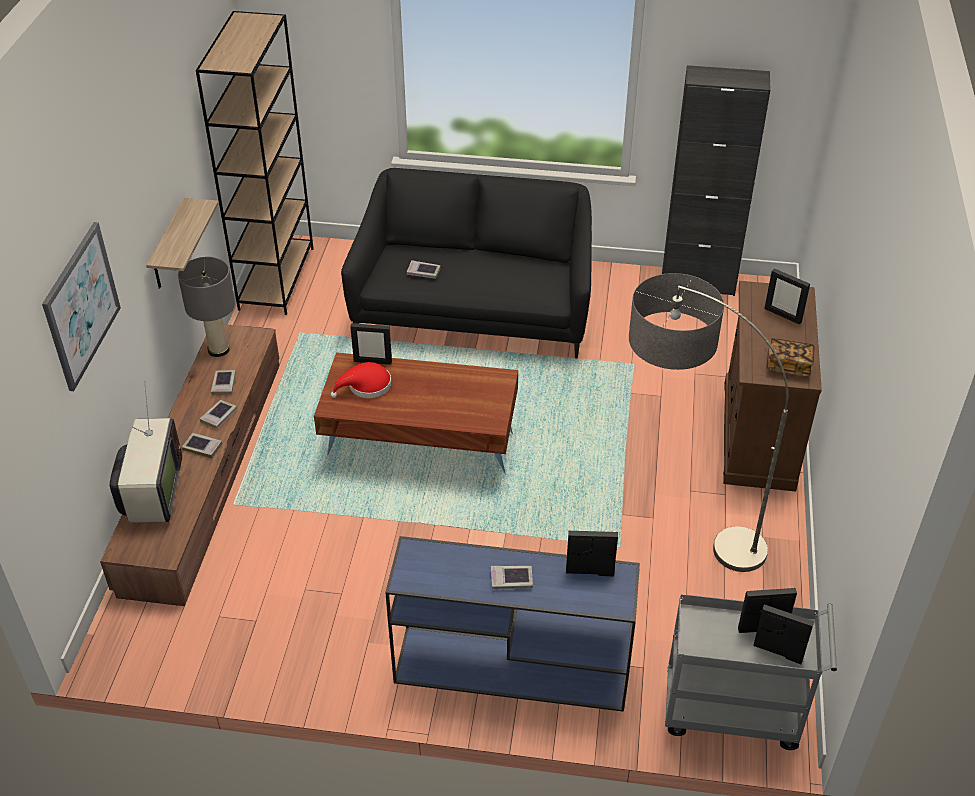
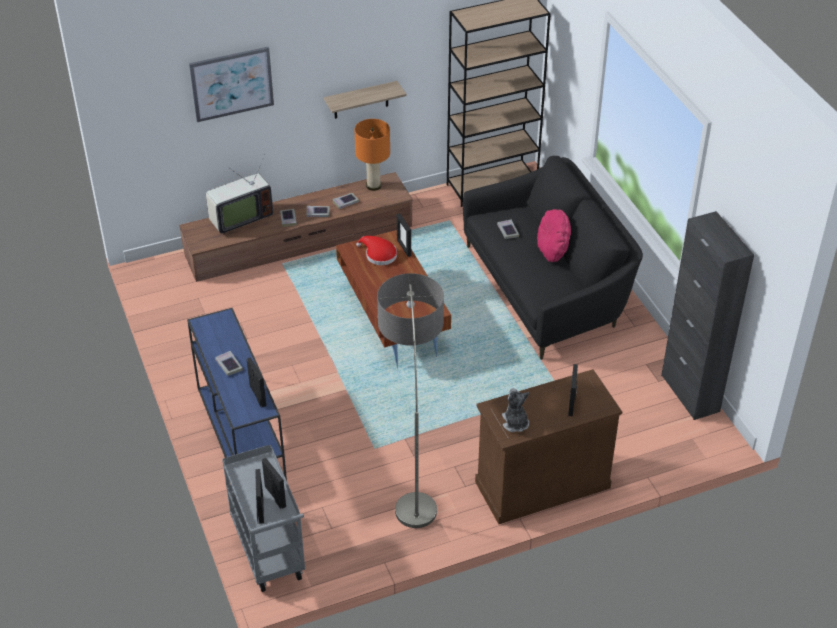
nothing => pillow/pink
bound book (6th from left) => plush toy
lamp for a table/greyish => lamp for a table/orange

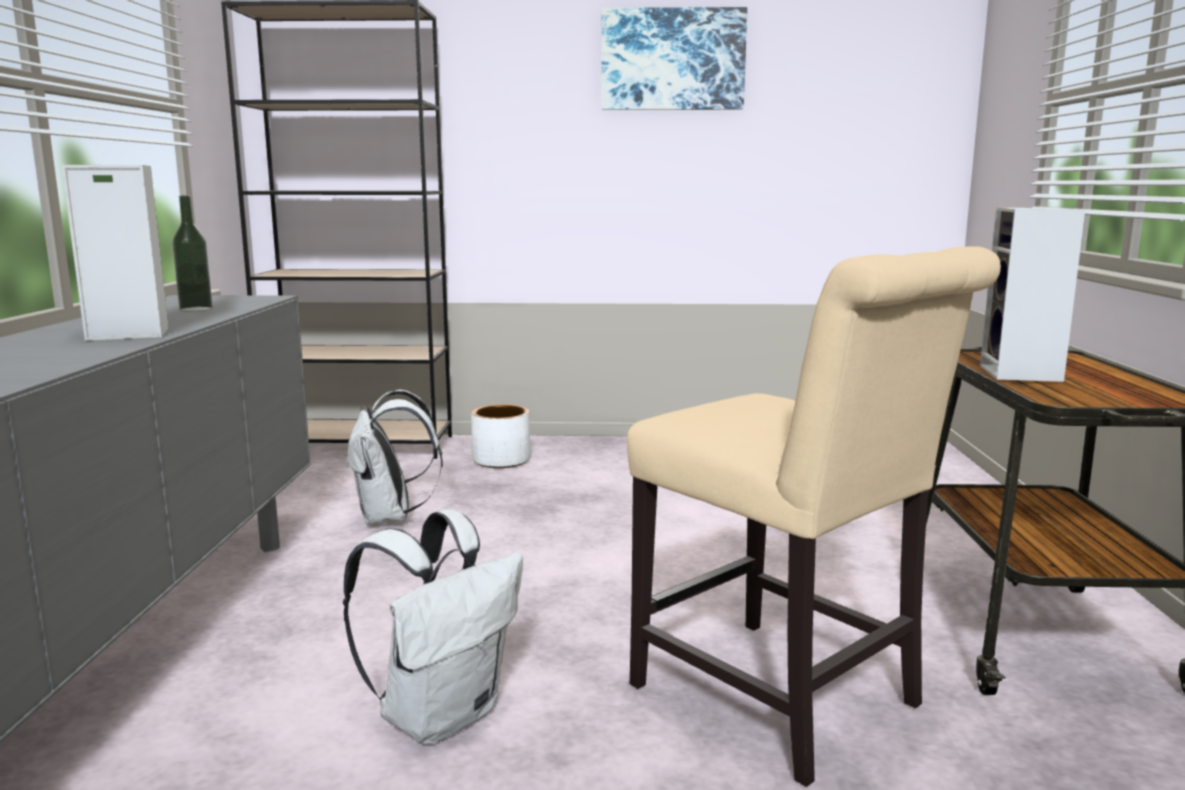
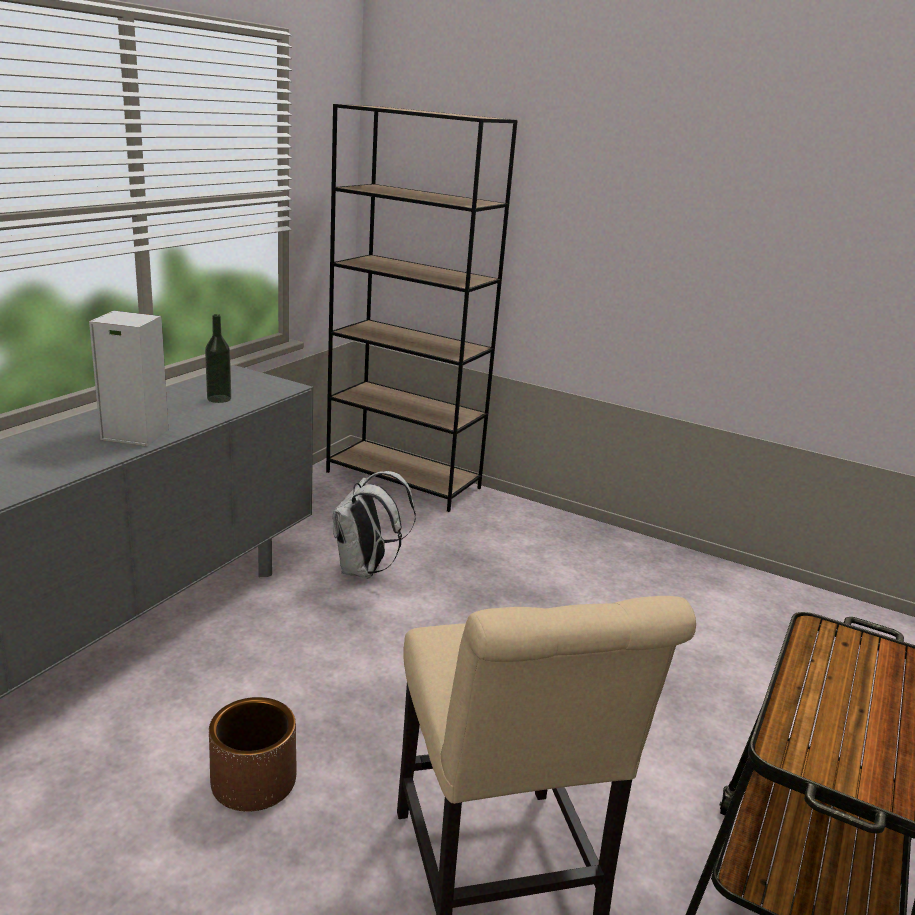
planter/white-coloured => nothing
wall picture => nothing
audio speaker (2nd from left) => nothing
backpack/white-coloured (2nd from left) => planter/brown

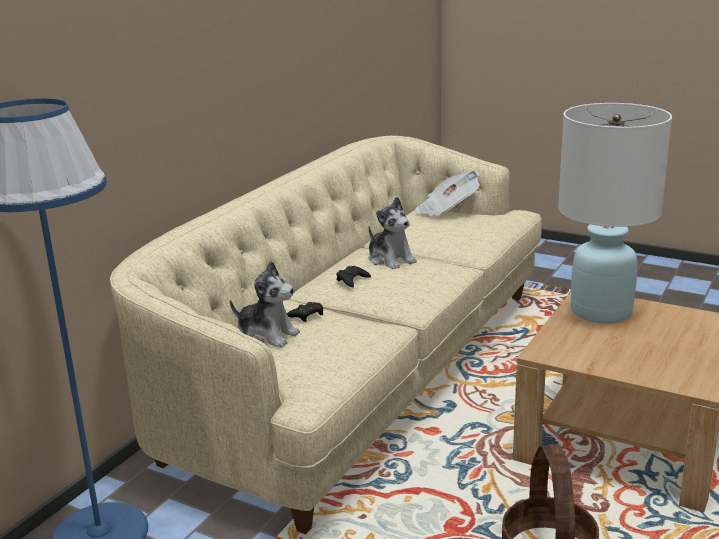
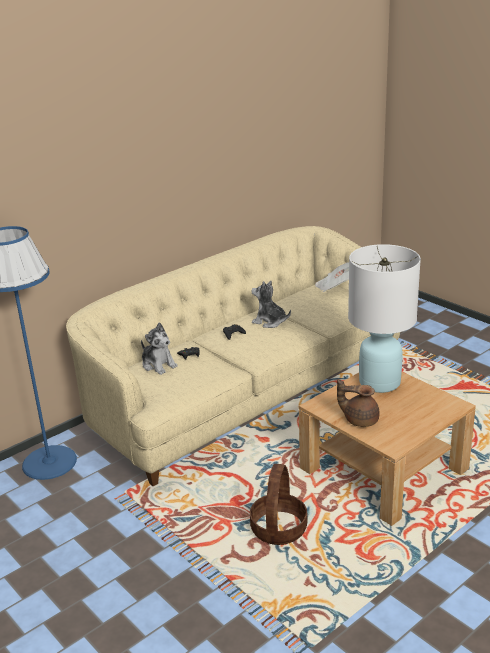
nothing => pot for tea/brown
plush toy (2nd from left), 135 degrees clockwise

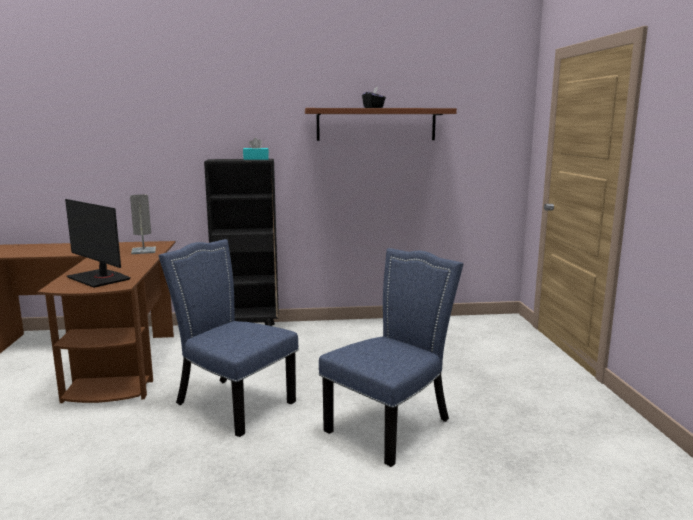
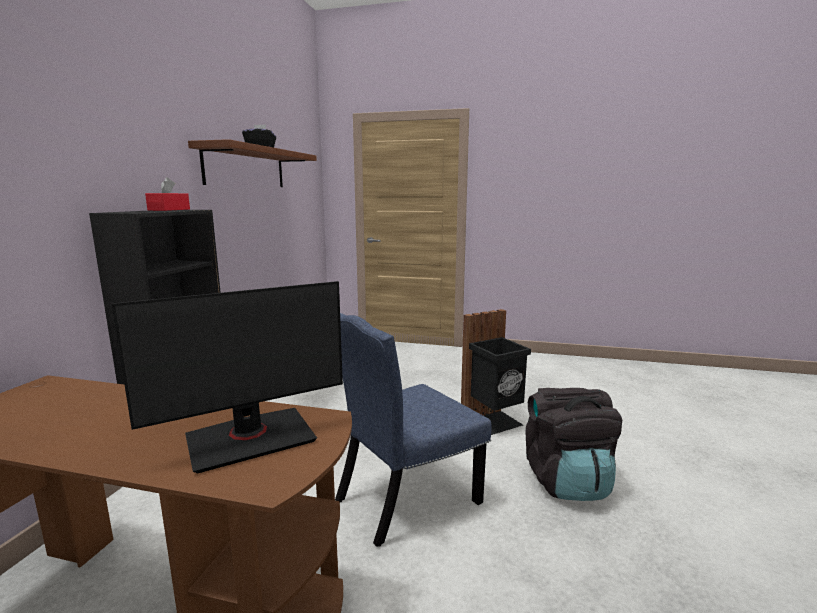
lamp for a table/greyish => nothing
nothing => backpack/black-coloured
plain chair/bluish (2nd from left) => rubbish bin/black-coloured
tissue box/turquoise-coloured => tissue box/red-coloured

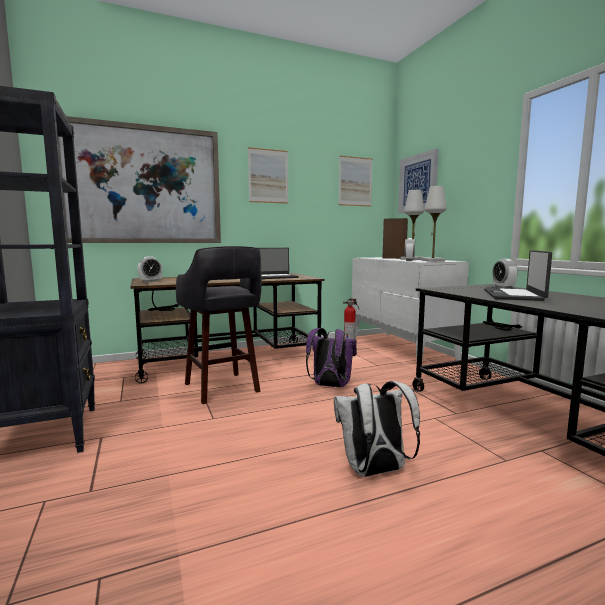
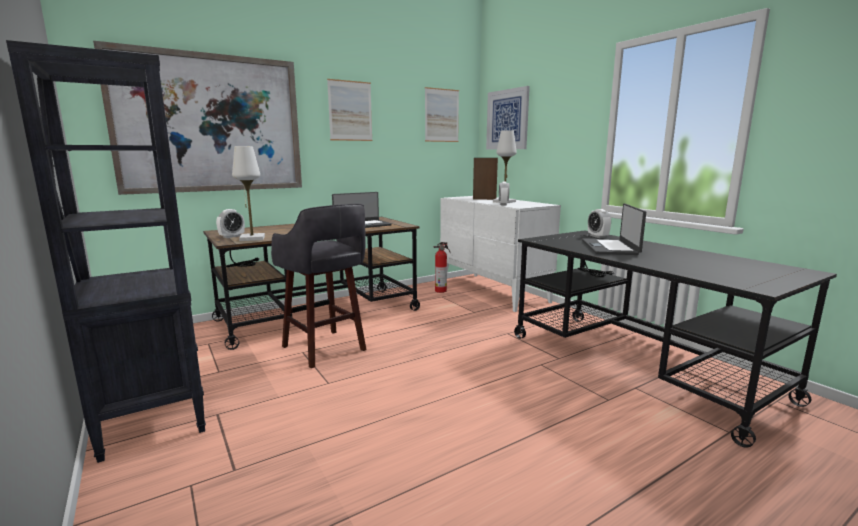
backpack/purple-coloured => nothing
backpack/white-coloured => nothing
lamp for a table/white-coloured (2nd from left in the first image) => lamp for a table/white-coloured (1st from left), moved

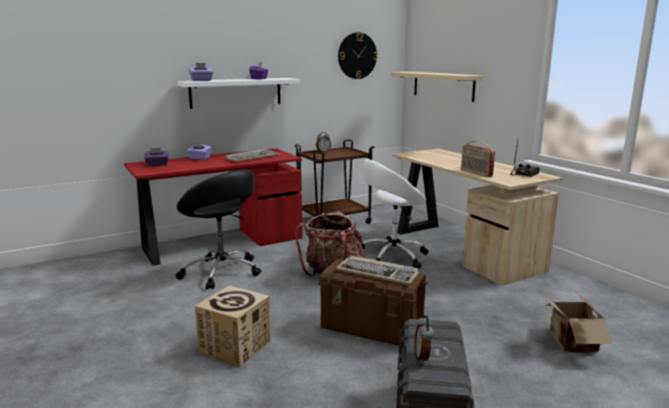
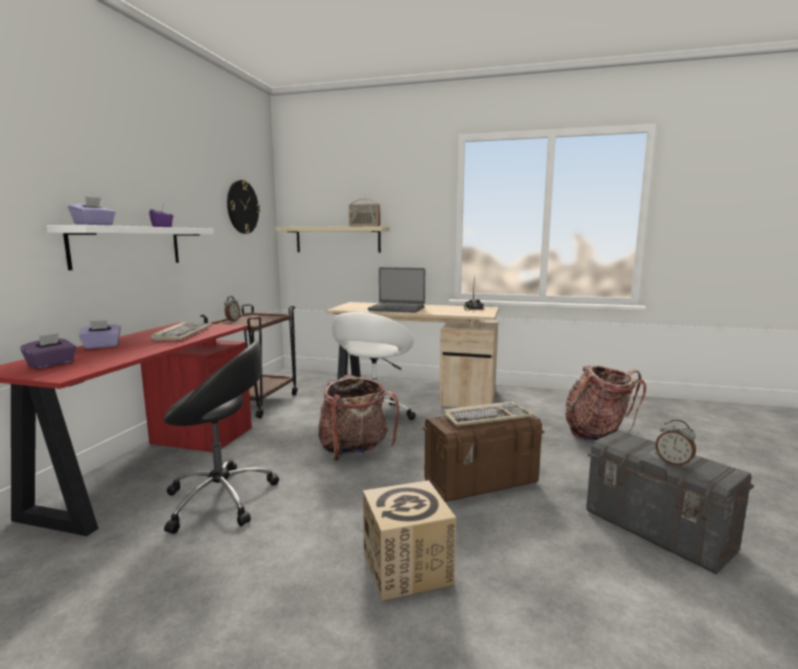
nothing => laptop
radio (1st from left), moved
cardboard box (2nd from left) => backpack (2nd from left)

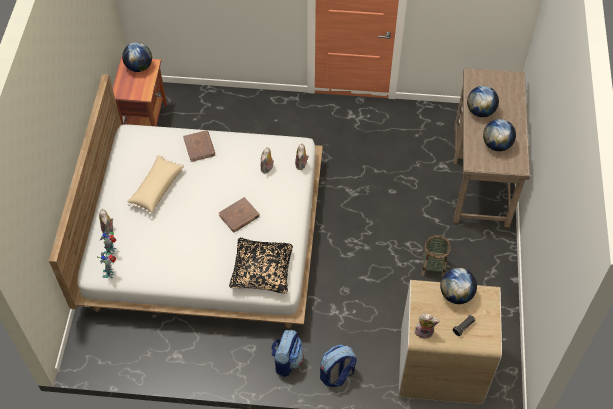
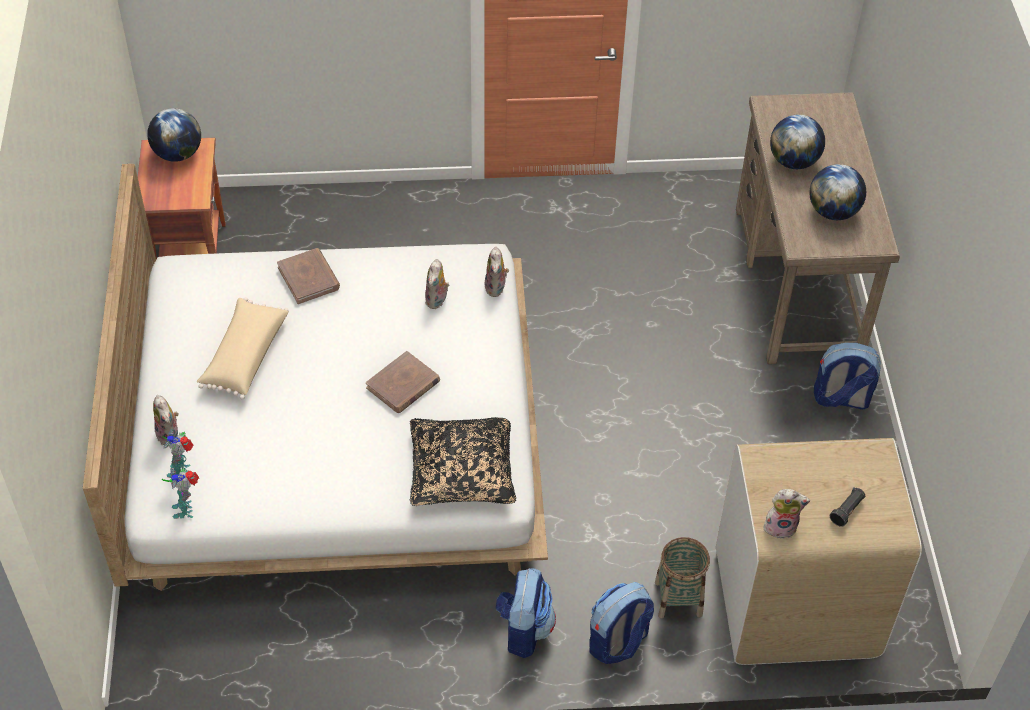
desk globe (2nd from left) => nothing
nothing => backpack (3rd from left)
basket, moved

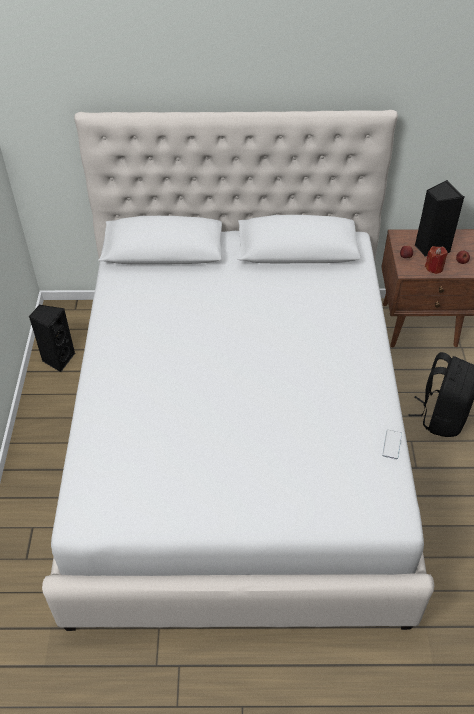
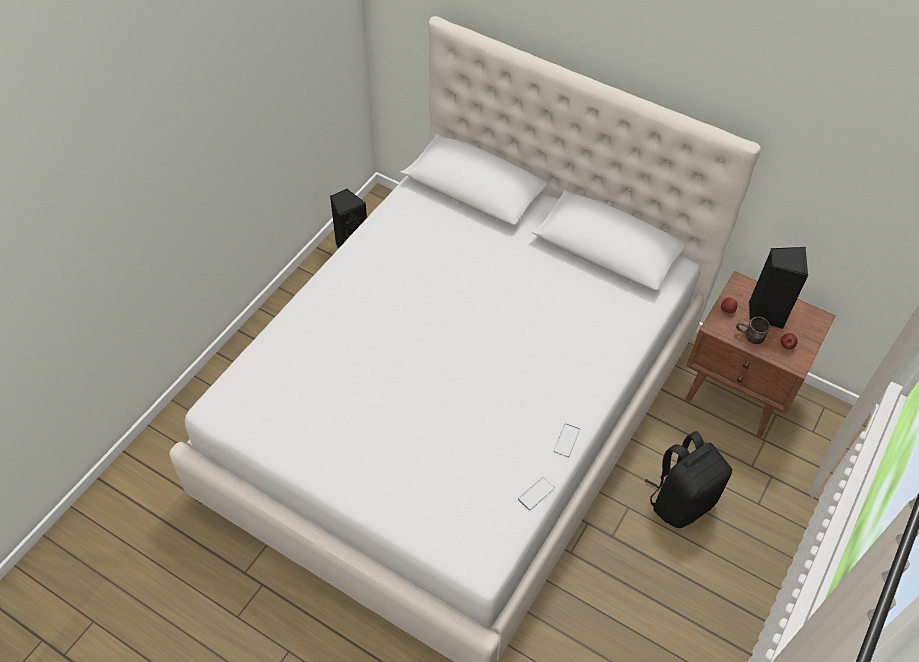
nothing => telephone (2nd from left)
candle/red-coloured => tea mug/brown

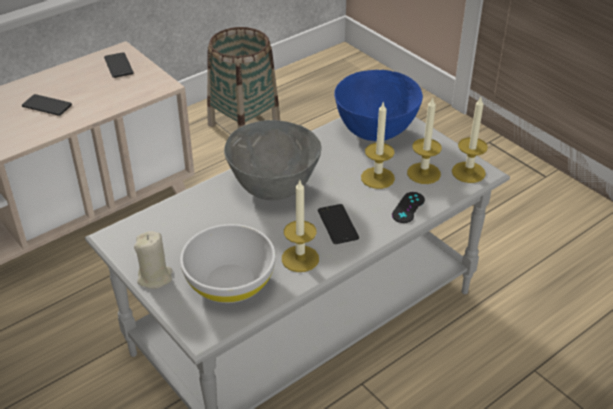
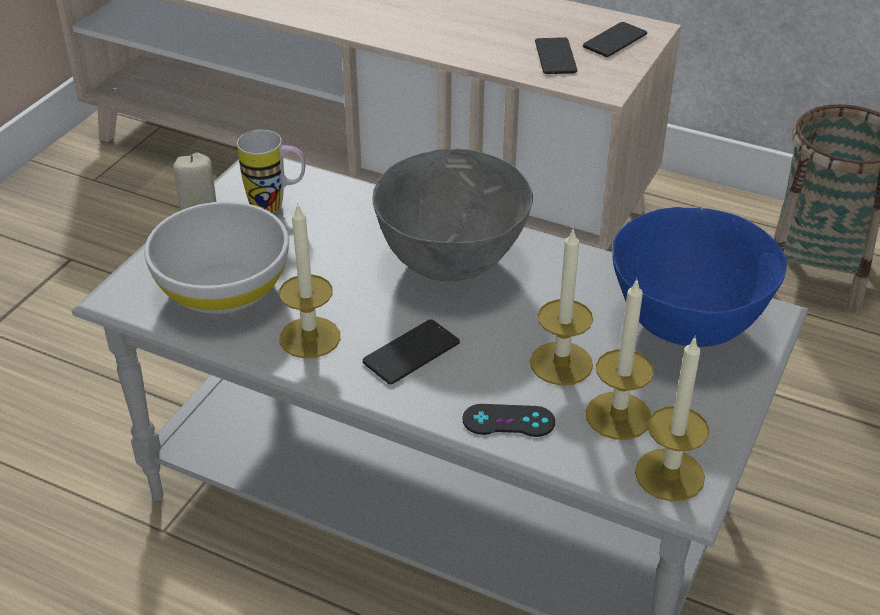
nothing => tea mug
telephone (1st from left in the first image) => telephone (2nd from left), moved

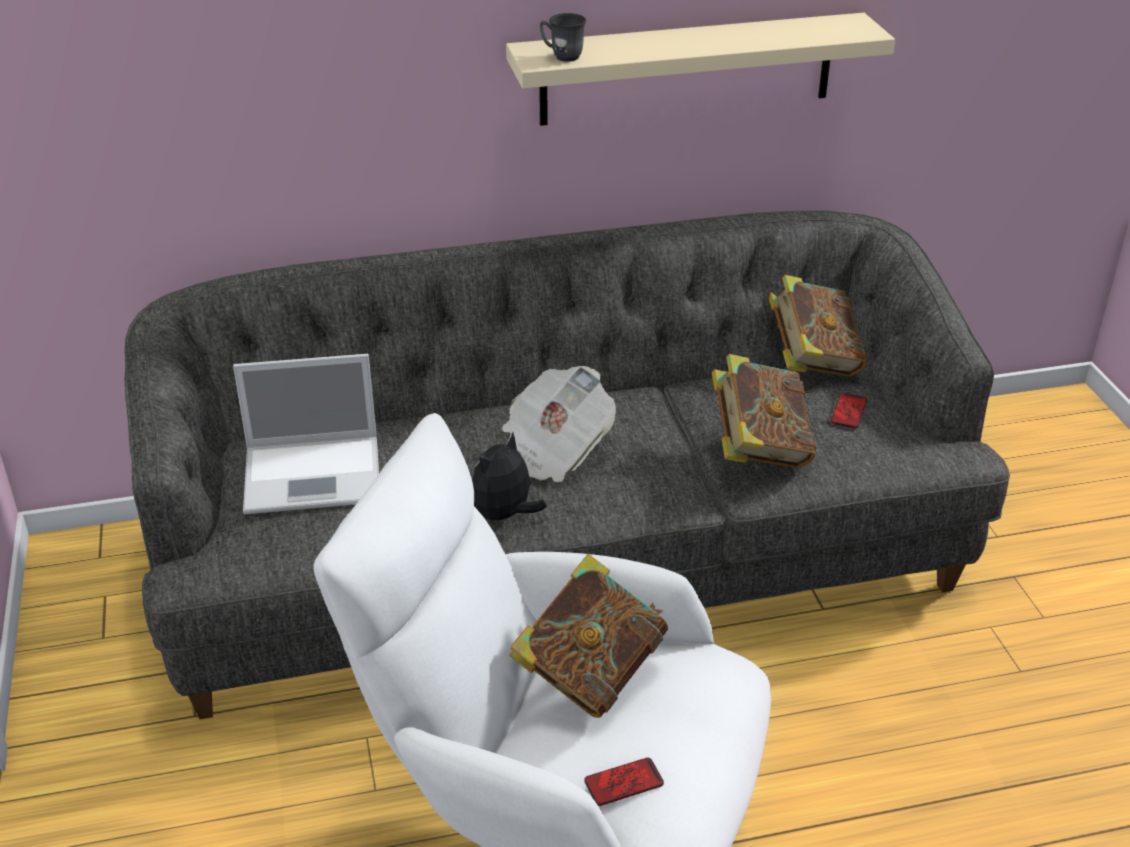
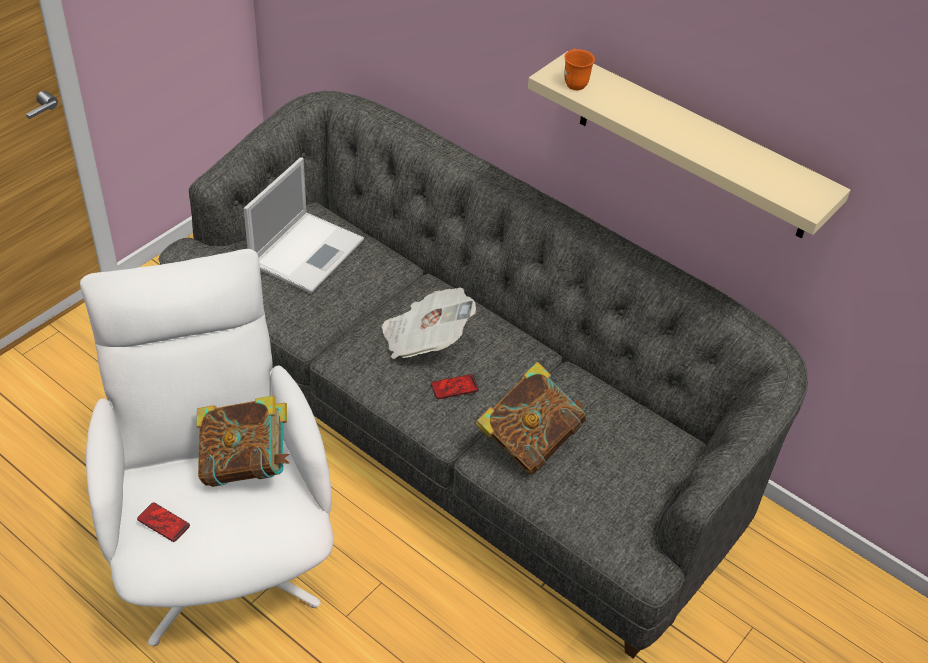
plush toy => nothing
bound book (3rd from left) => nothing
telephone (2nd from left), moved
tea mug/greyish => tea mug/orange
laptop, 105 degrees counterclockwise

